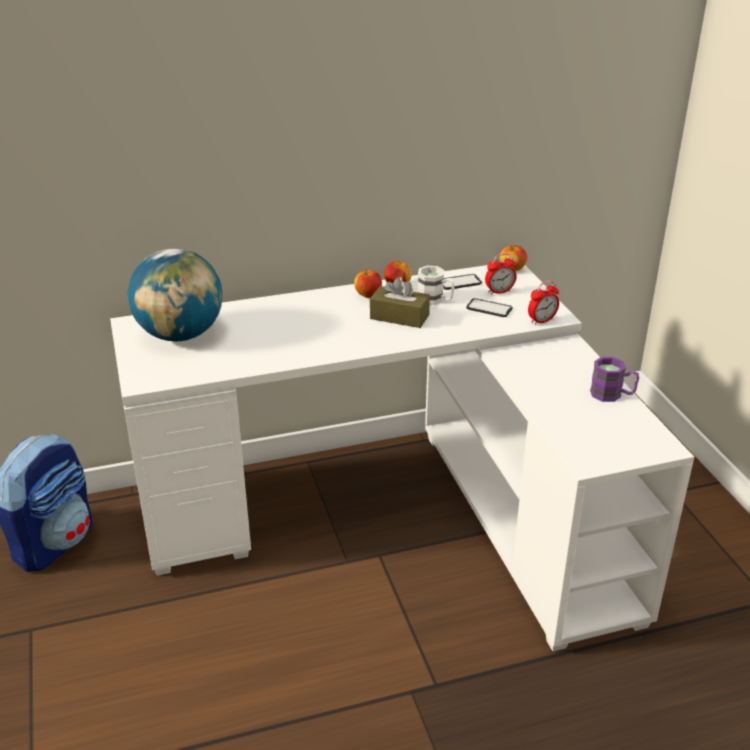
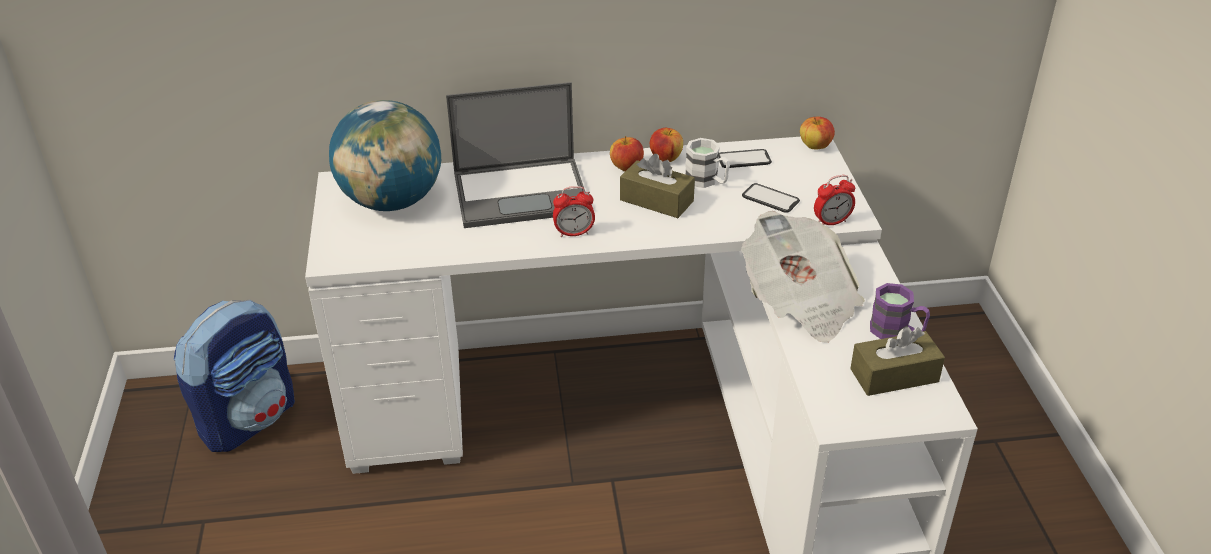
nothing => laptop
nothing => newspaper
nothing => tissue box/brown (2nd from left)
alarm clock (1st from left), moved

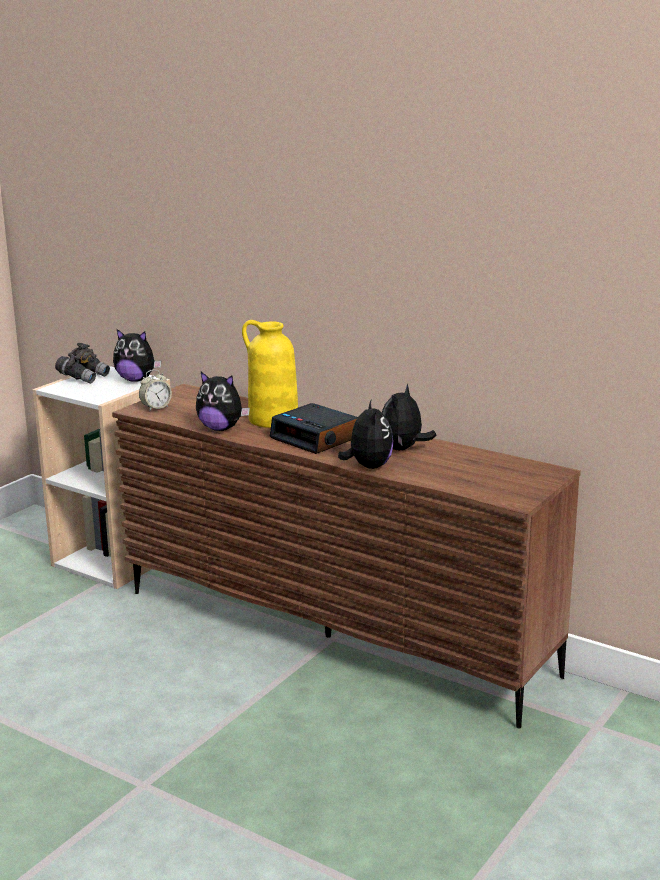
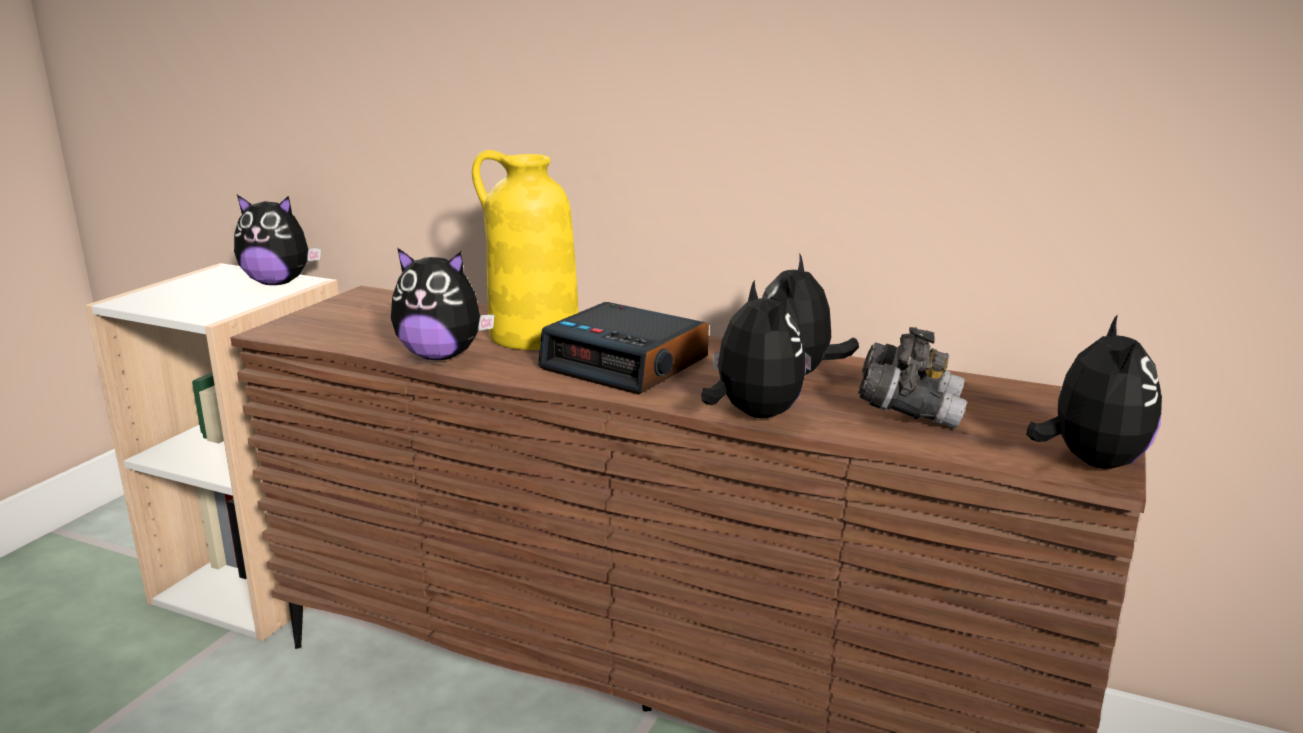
alarm clock (1st from left) => nothing
nothing => plush toy (5th from left)
pair of binoculars/greyish, moved

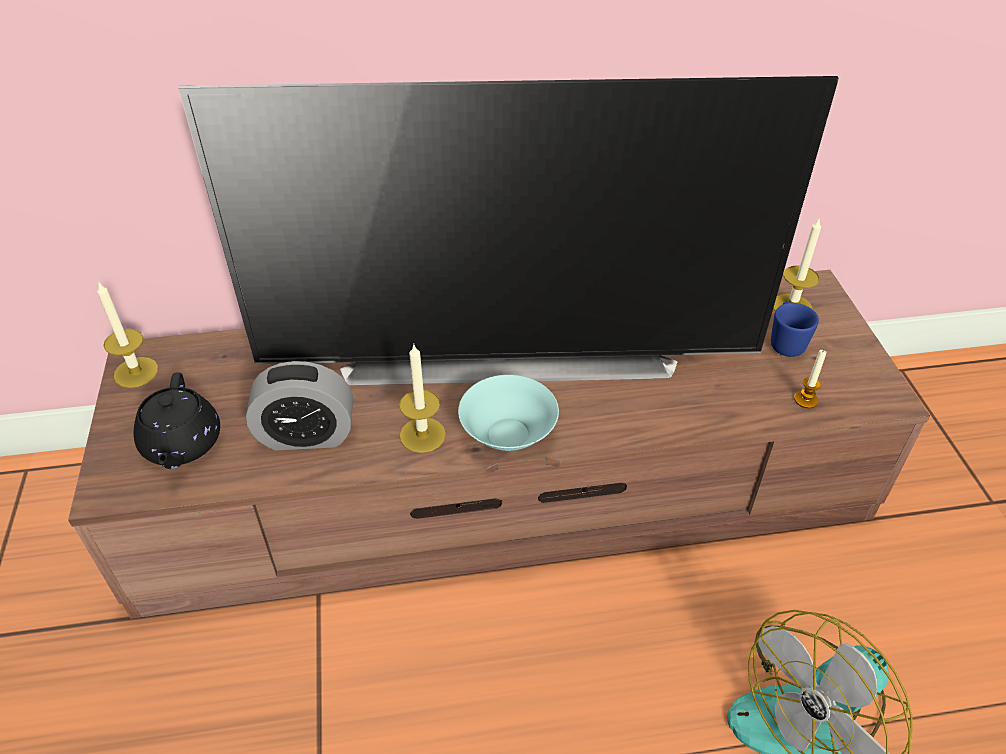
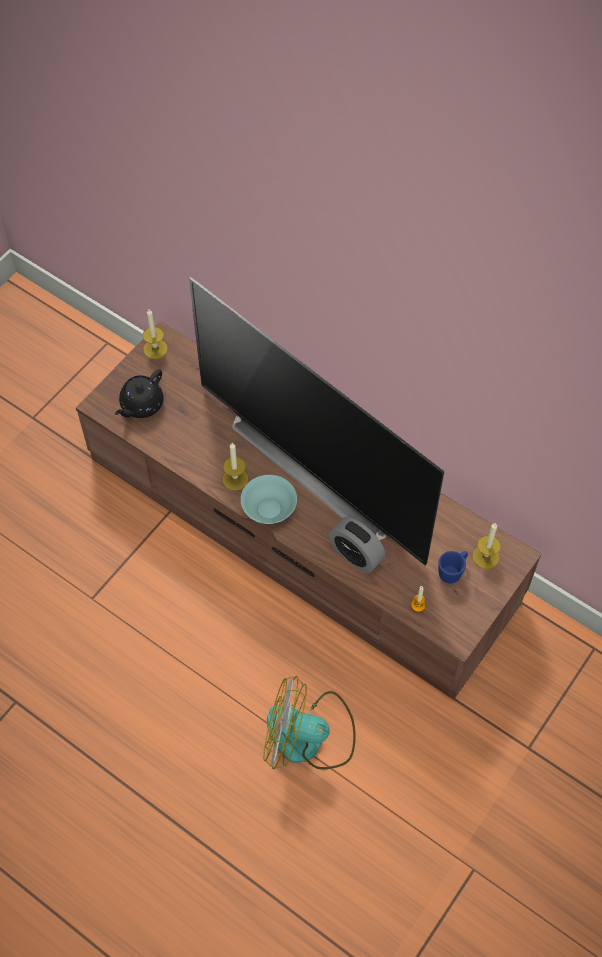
alarm clock, moved

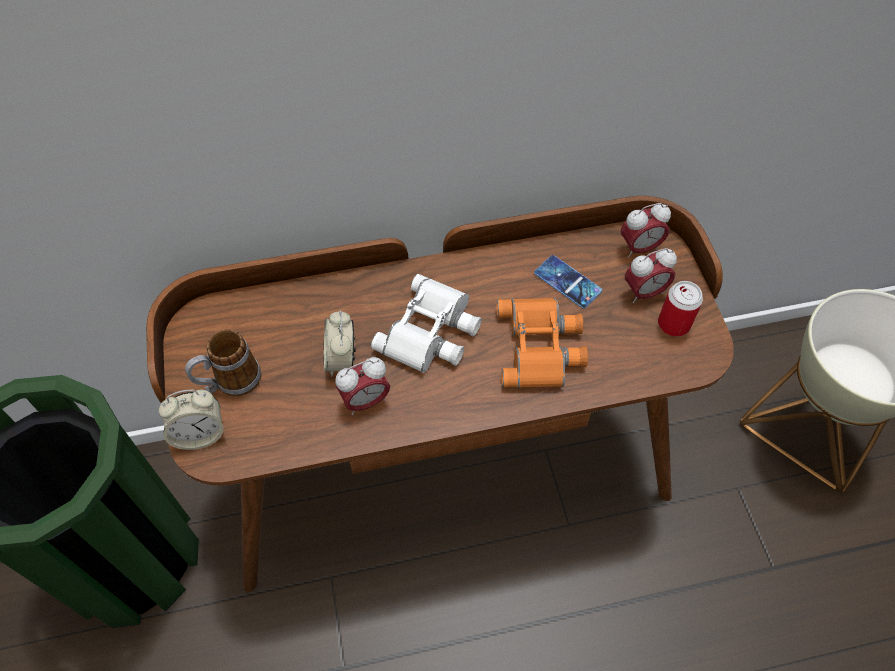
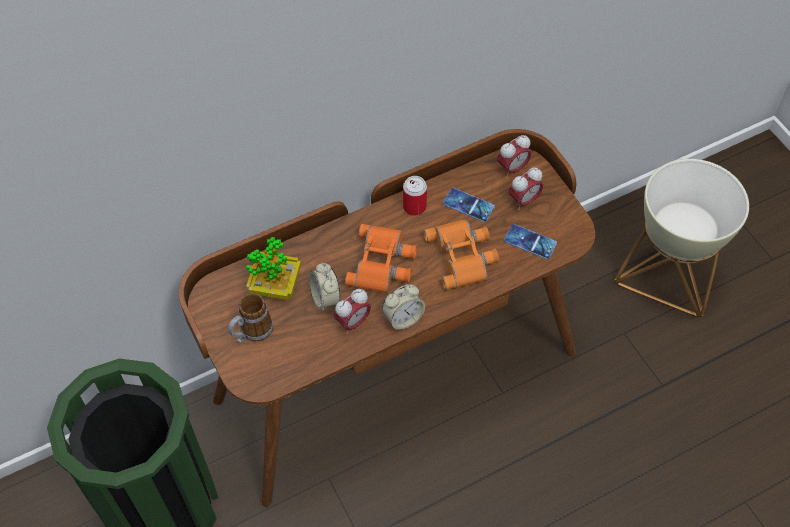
nothing => potted plant
nothing => telephone (2nd from left)
alarm clock (1st from left in the first image) => alarm clock (3rd from left), moved
sealed can, moved
pair of binoculars/white-coloured => pair of binoculars/orange (1st from left)

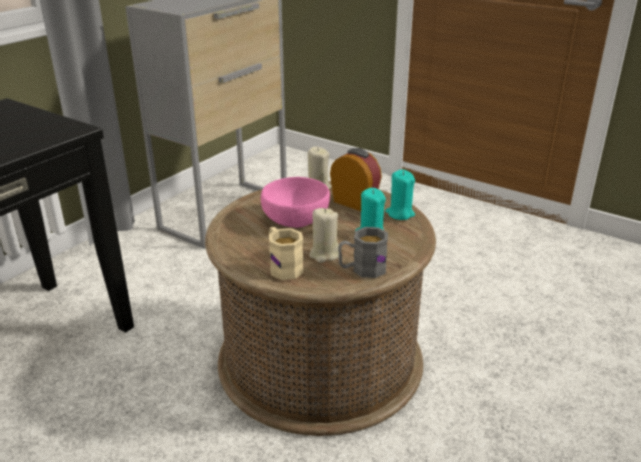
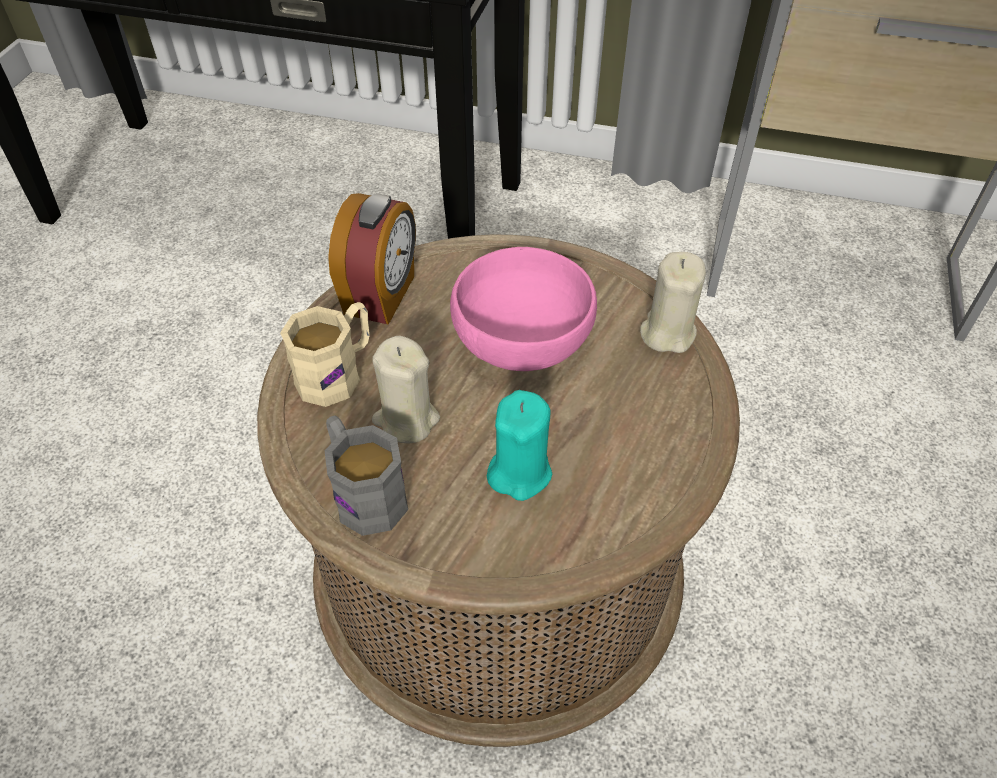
candle/turquoise-coloured (2nd from left) => nothing
alarm clock, moved

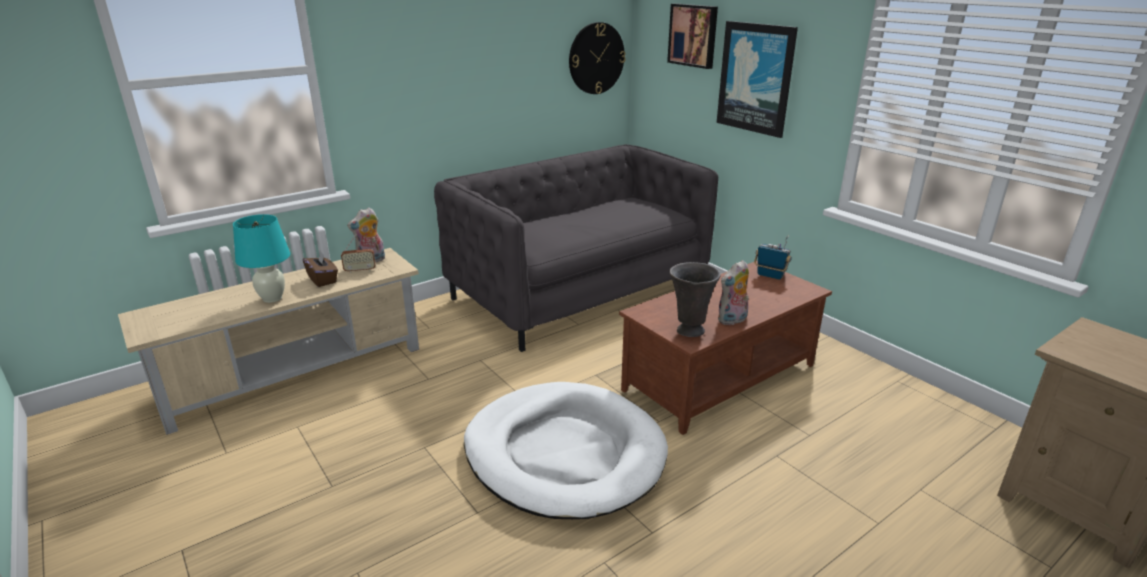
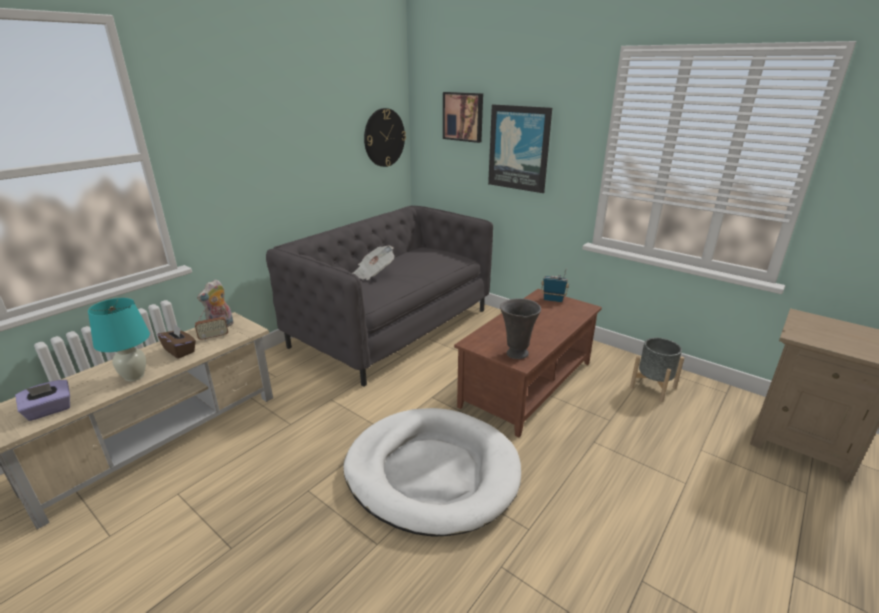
plush toy (2nd from left) => nothing
nothing => tissue box/purple-coloured
nothing => newspaper
nothing => planter/greyish

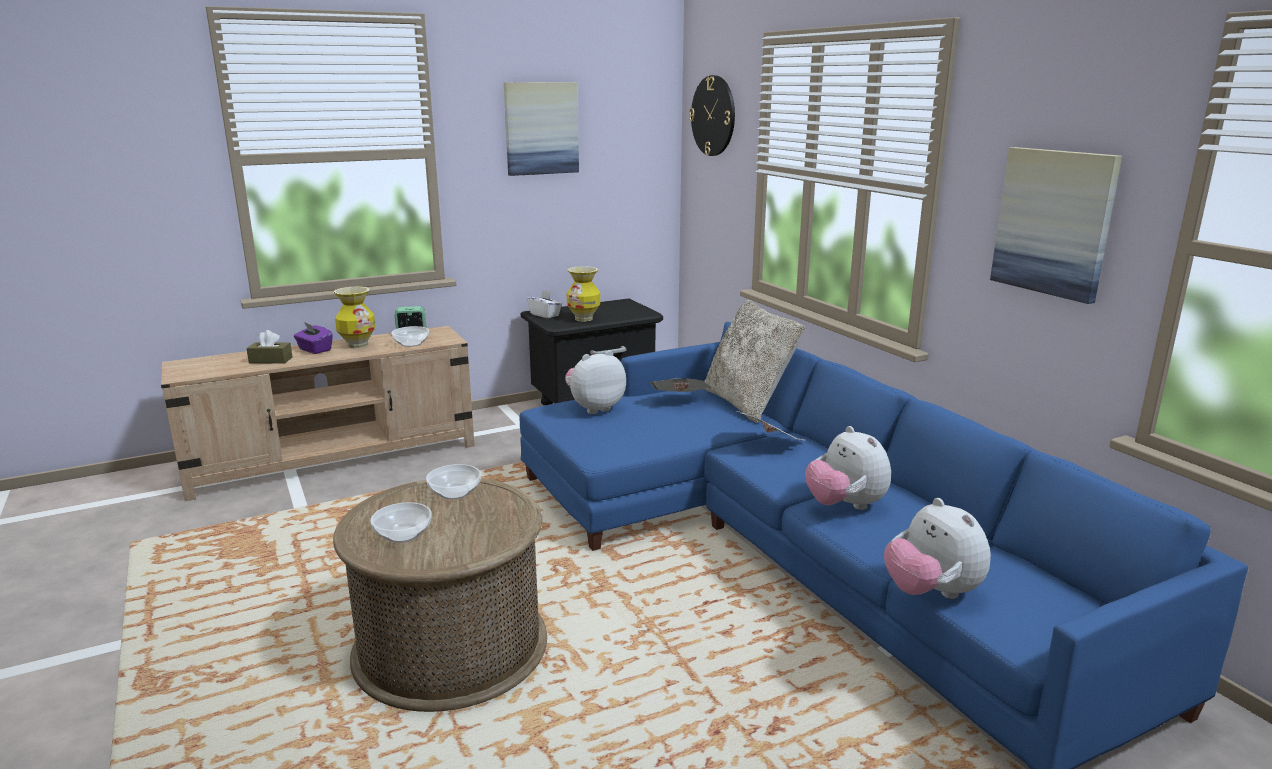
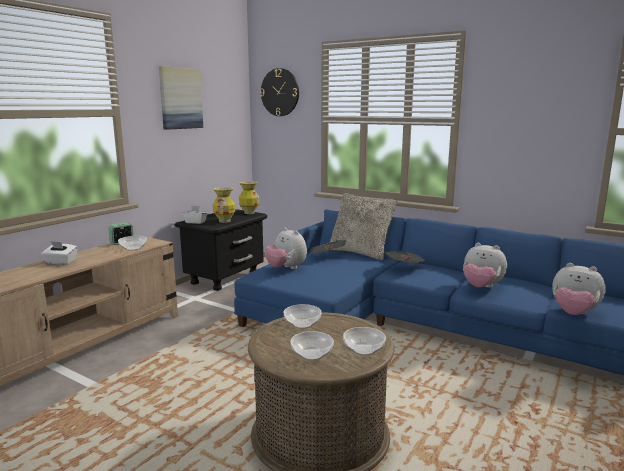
tissue box/brown => nothing
wall picture (2nd from left) => nothing
nothing => deep dish (4th from left)
decorative vase (1st from left in the first image) => decorative vase (2nd from left), moved
tissue box/purple-coloured => tissue box/white-coloured (1st from left)
plush toy (1st from left), 75 degrees counterclockwise

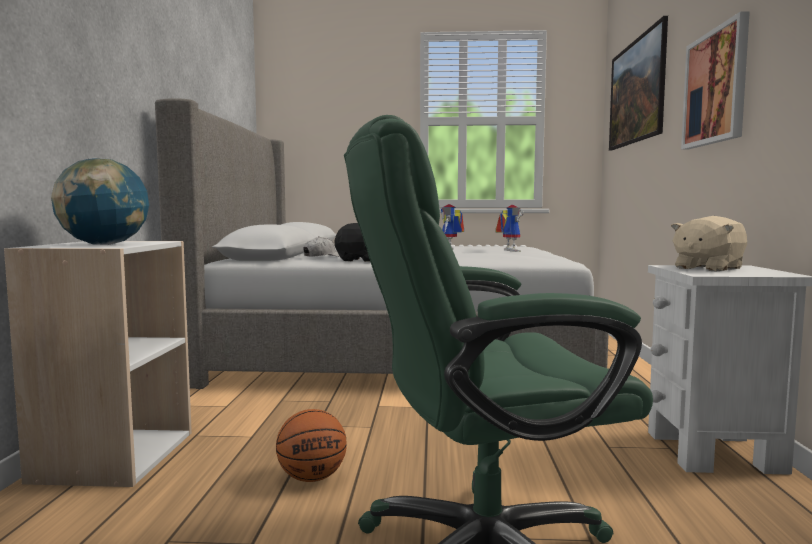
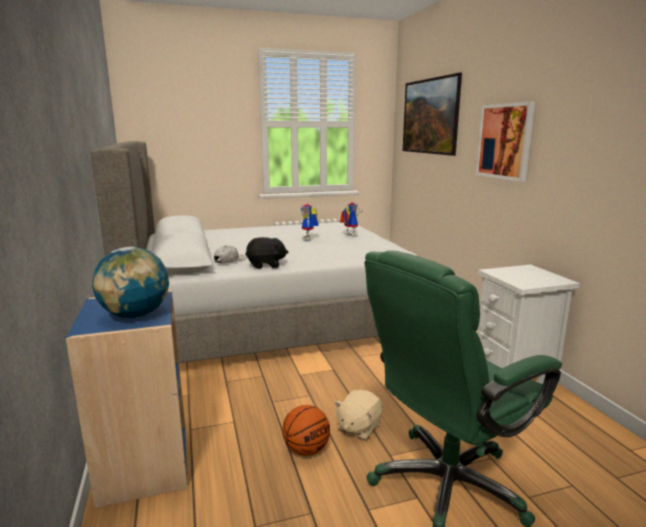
plush toy/sand-coloured, moved
bookcase/white-coloured => bookcase/bluish

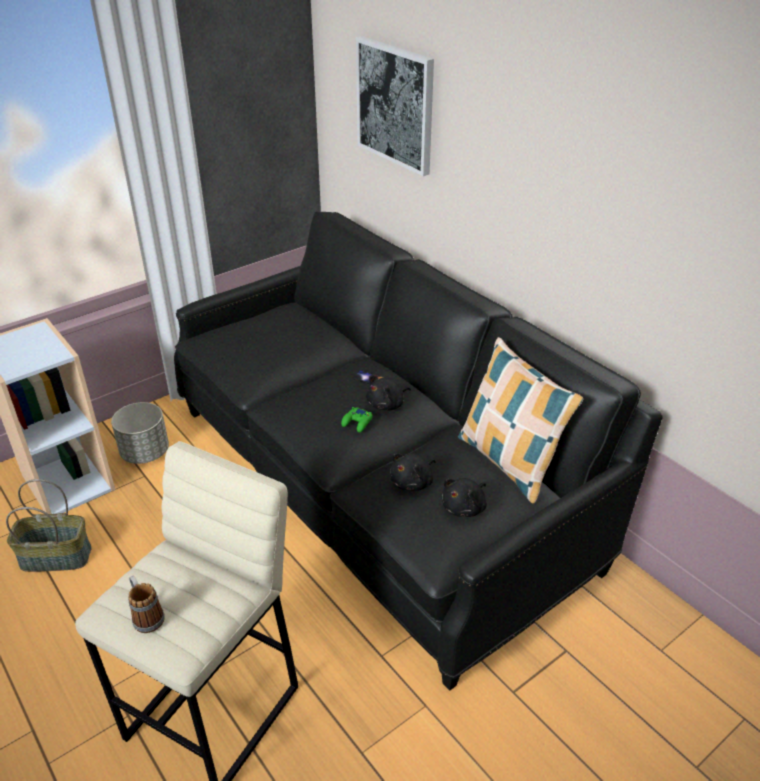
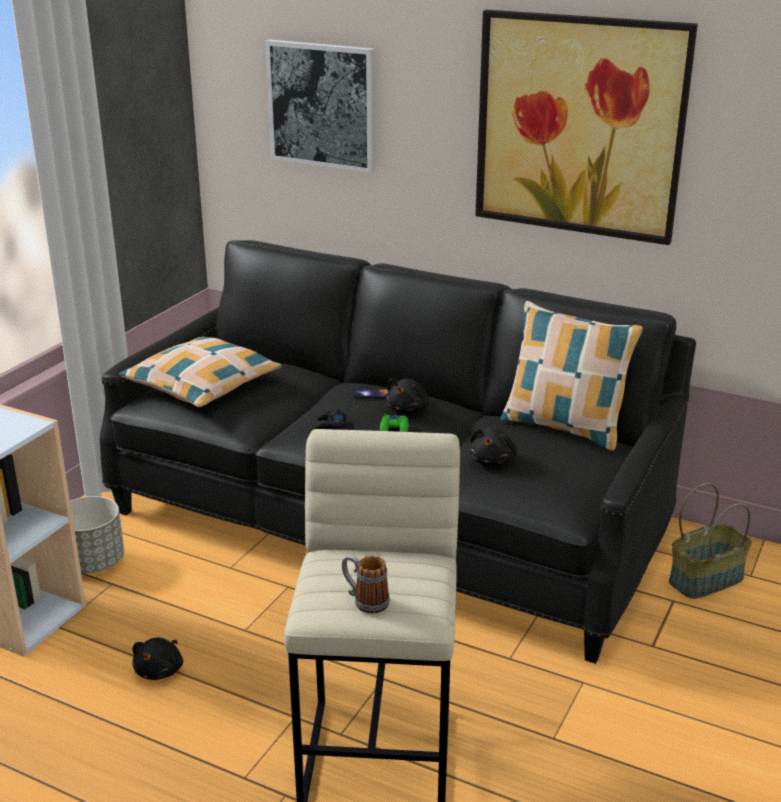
nothing => pillow (1st from left)
nothing => gamepad/black-coloured
nothing => wall picture (2nd from left)
basket, moved
plush toy/black-coloured (3rd from left in the first image) => plush toy/black-coloured (1st from left), moved

